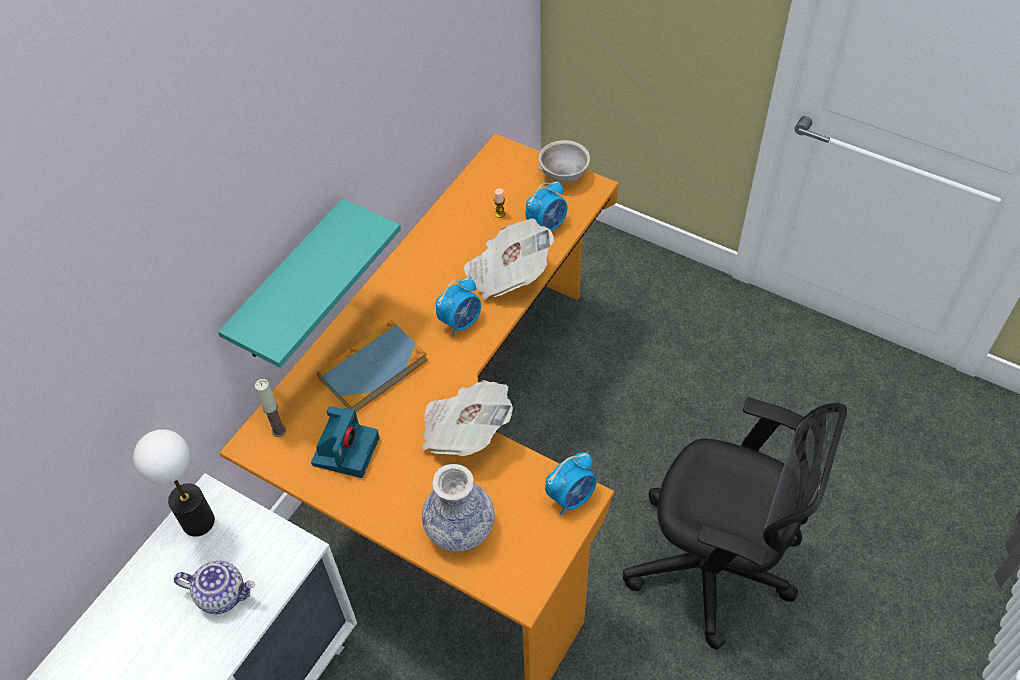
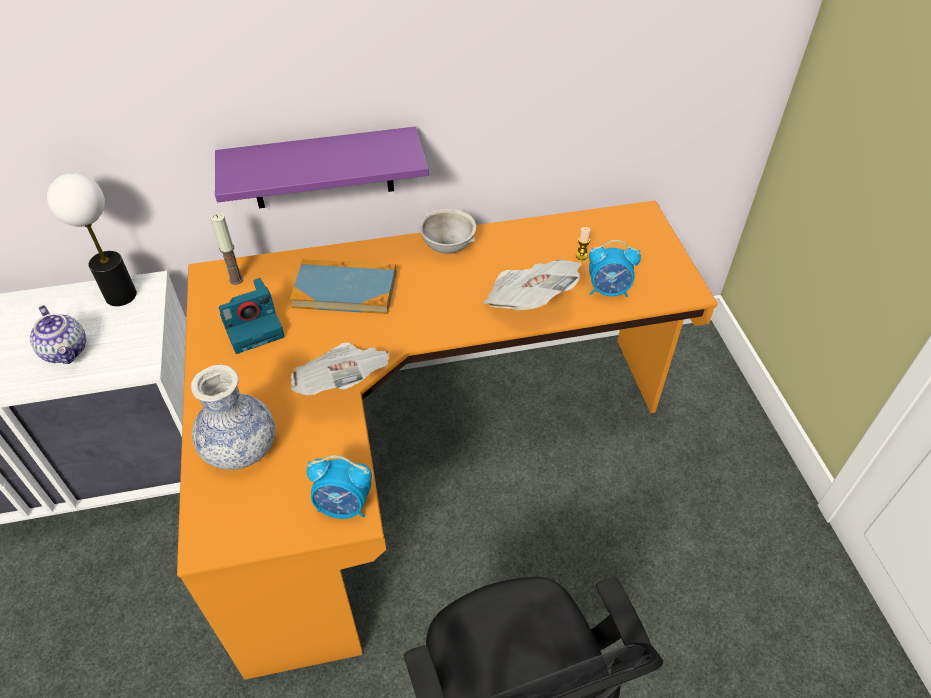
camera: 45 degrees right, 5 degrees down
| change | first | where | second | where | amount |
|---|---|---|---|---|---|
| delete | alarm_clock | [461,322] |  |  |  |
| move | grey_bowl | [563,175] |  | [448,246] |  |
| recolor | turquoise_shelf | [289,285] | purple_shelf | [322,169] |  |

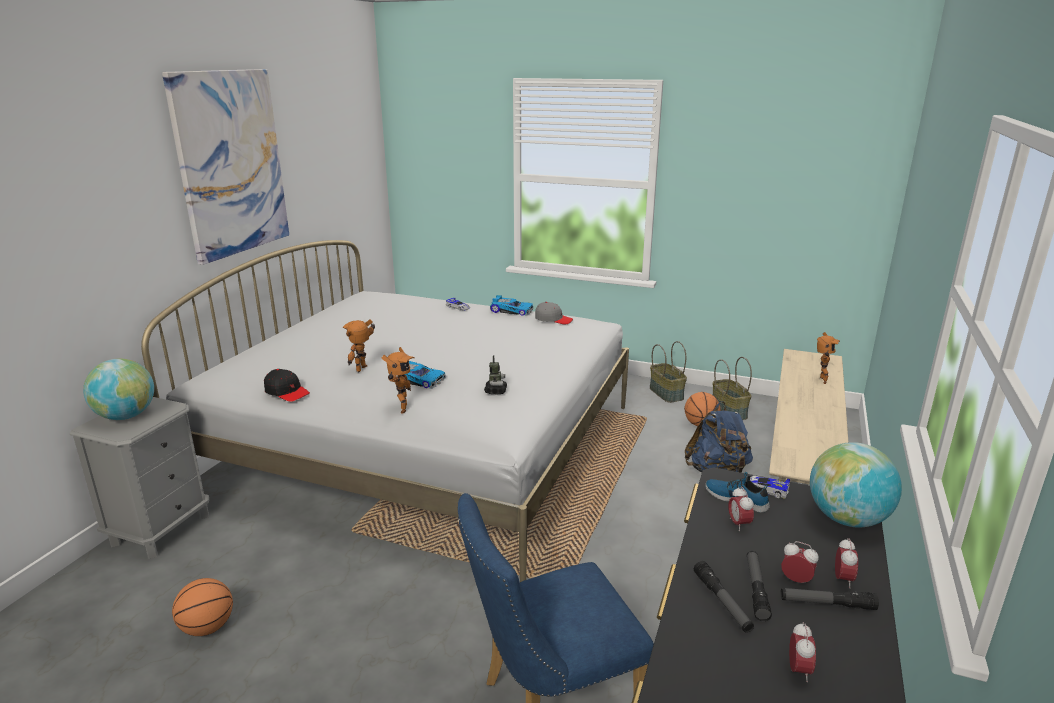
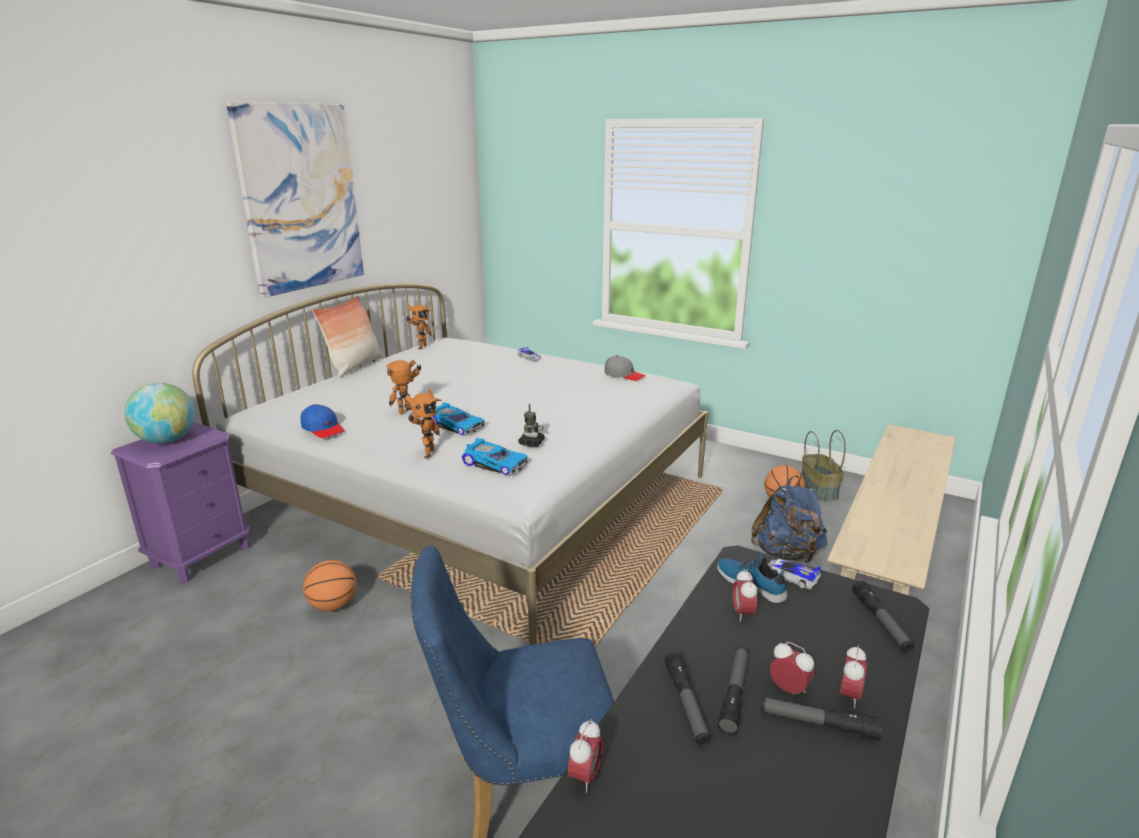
camera: 10 degrees right, 0 degrees up
| change | first | where | second | where | amount |
|---|---|---|---|---|---|
| delete | basket | [667,393] |  |  |  |
| insert |  |  | pillow | [354,366] |  |
| move | basketball | [207,627] |  | [333,605] |  |
| move | toy_car | [512,310] |  | [496,463] |  |
| move | alarm_clock | [798,670] |  | [585,776] |  |
| move | toy_robot | [821,380] |  | [420,347] |  |
| replace | globe | [847,519] | flashlight | [881,622] |  |
| recolor | grey_nightstand | [161,529] | purple_nightstand | [201,556] |  |
| recolor | black_cap | [287,392] | blue_cap | [323,428] |  |

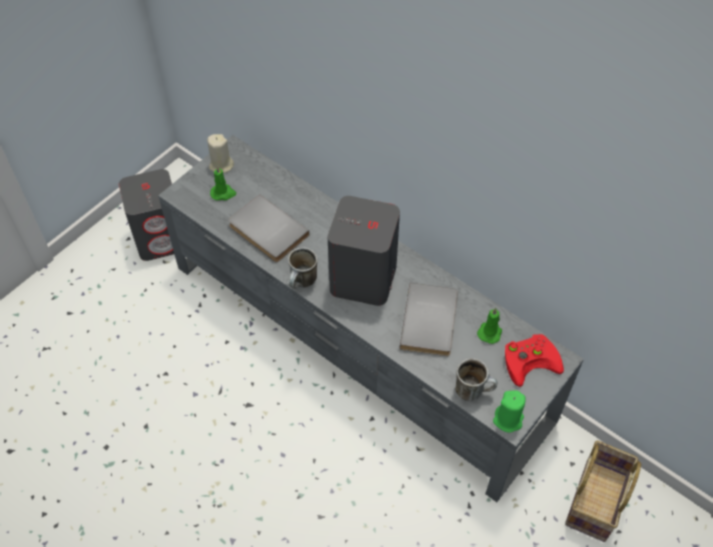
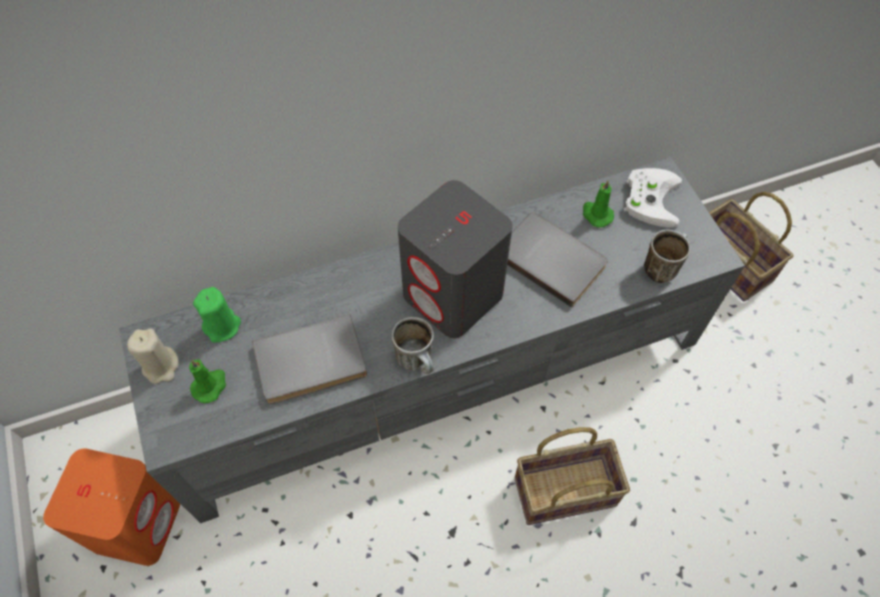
camera: 60 degrees left, 5 degrees up
| change | first | where | second | where | amount |
|---|---|---|---|---|---|
| insert |  |  | basket | [566,489] |  |
| move | green_candle | [508,419] |  | [222,326] |  |
| recolor | grey_speaker | [161,238] | orange_speaker | [137,523] |  |
| recolor | red_game_controller | [531,359] | white_game_controller | [649,198] |  |

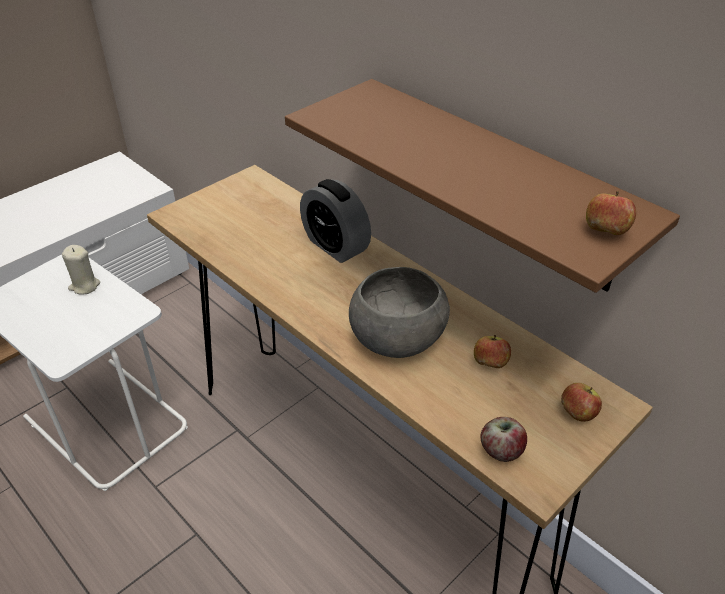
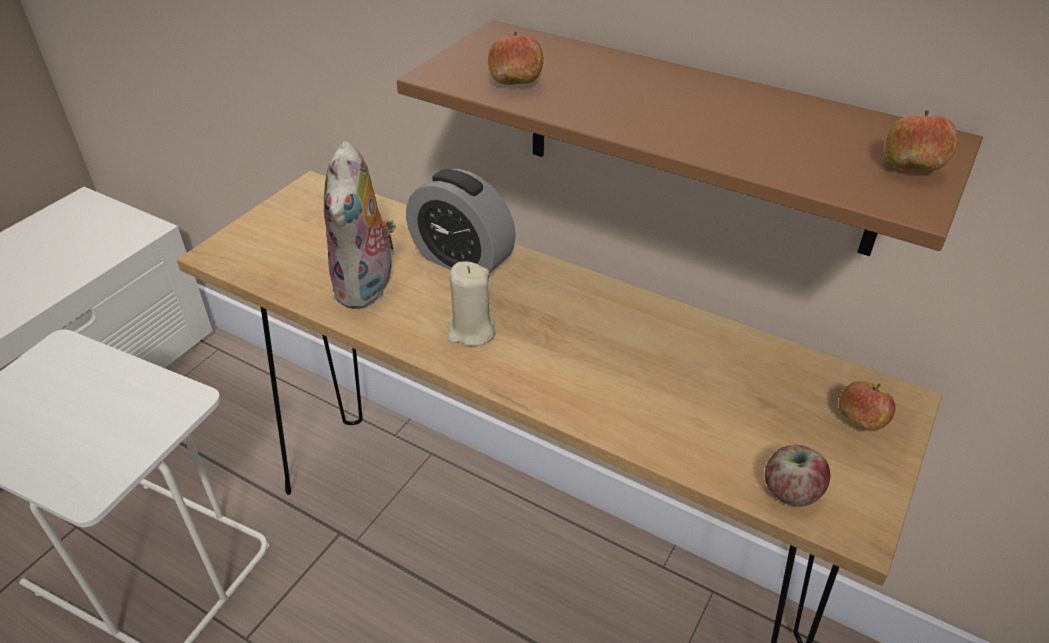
camera: 15 degrees left, 0 degrees up
| change | first | where | second | where | amount |
|---|---|---|---|---|---|
| delete | grey_bowl | [397,336] |  |  |  |
| insert |  |  | plush_toy | [368,287] |  |
| move | beige_candle | [84,286] |  | [471,331] |  |
| move | apple | [490,363] |  | [515,84] |  |

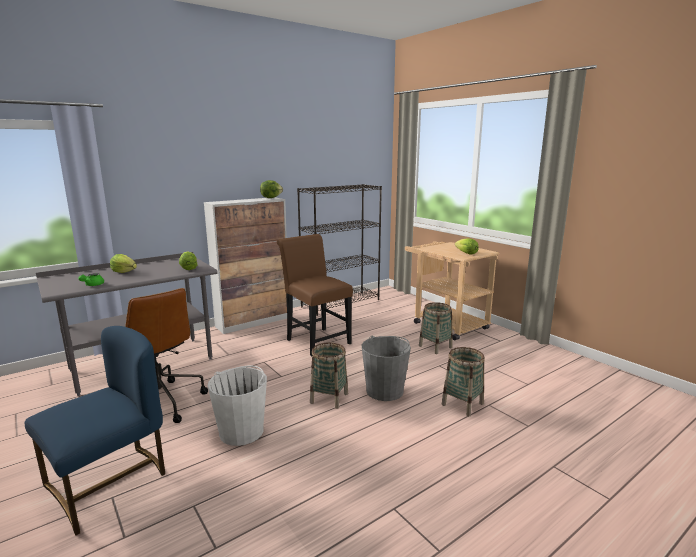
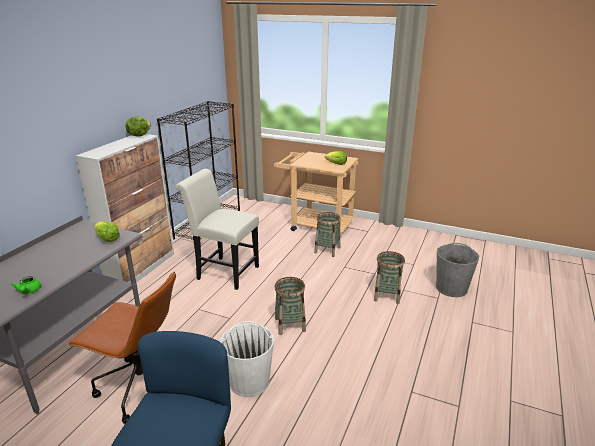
camera: 30 degrees left, 10 degrees up
| change | first | where | second | where | amount |
|---|---|---|---|---|---|
| delete | lettuce | [124,272] |  |  |  |
| move | grey_bucket | [385,390] |  | [451,288] |  |
| recolor | brown_chair | [315,340] | white_chair | [224,272] |  |

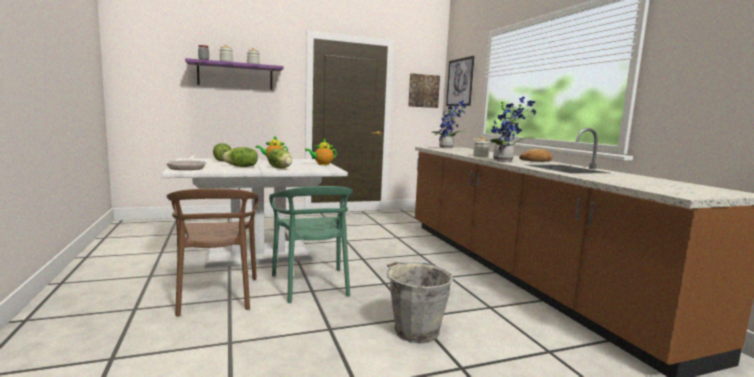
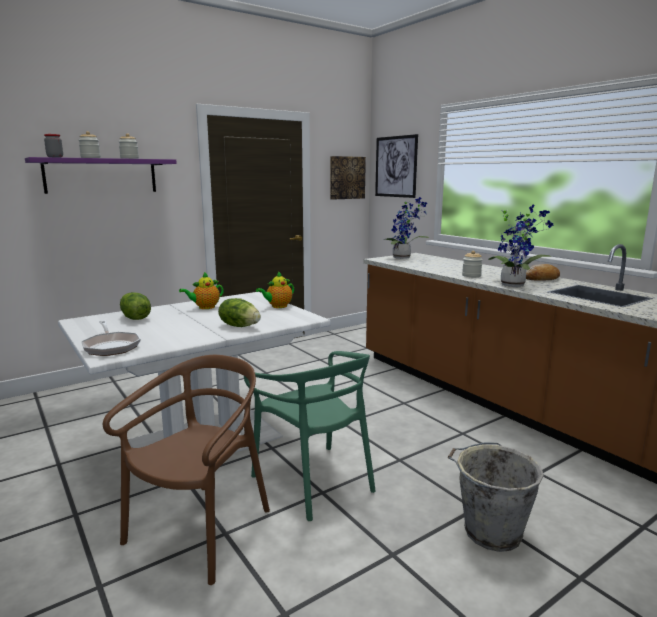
camera: 15 degrees left, 5 degrees up
| change | first | where | second | where | amount |
|---|---|---|---|---|---|
| delete | lettuce | [241,167] |  |  |  |
| rotate | brown_chair | [216,295] |  | [201,530] | 120 degrees counterclockwise |

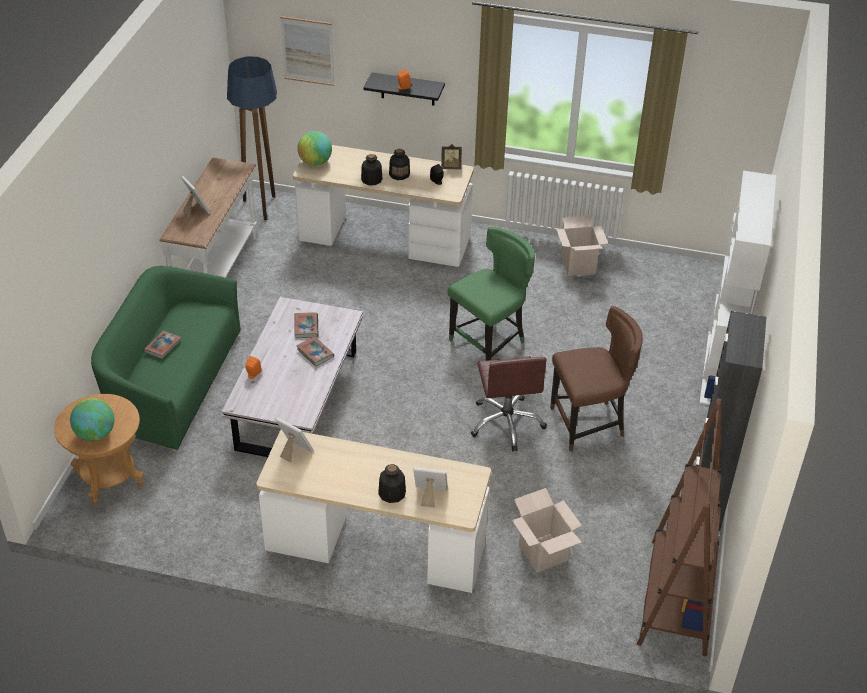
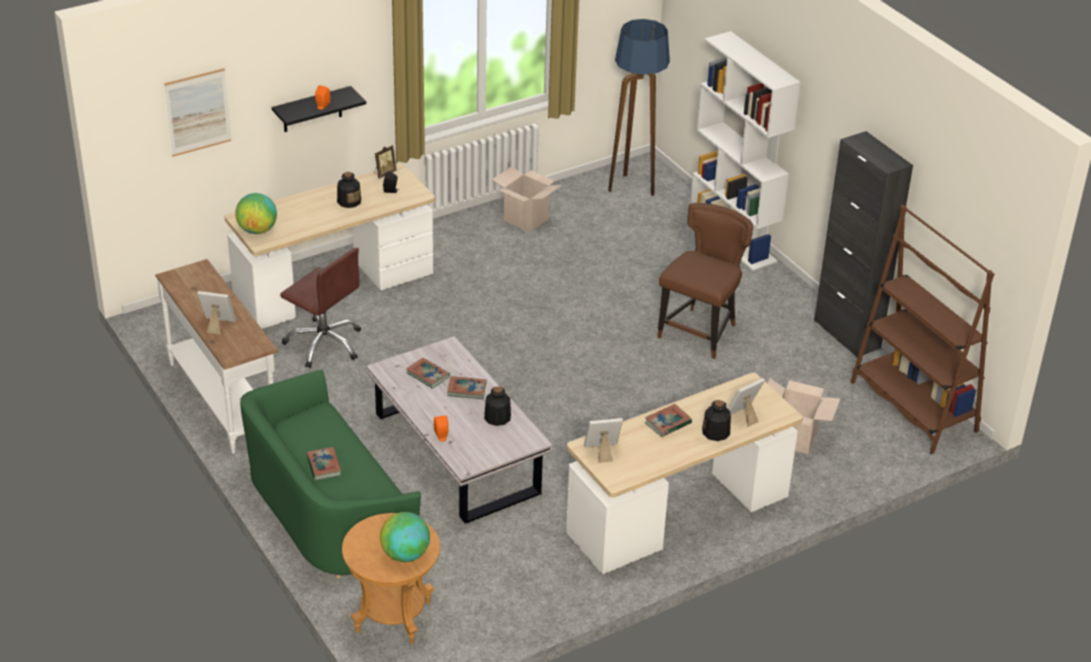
camera: 45 degrees left, 5 degrees down
| change | first | where | second | where | amount |
|---|---|---|---|---|---|
| delete | green_chair | [489,342] |  |  |  |
| insert |  |  | book | [668,423] |  |
| move | floor_lamp | [262,208] |  | [633,188] |  |
| move | bottle | [371,180] |  | [497,418] |  |
| move | brown_office_chair | [507,423] |  | [324,343] |  |

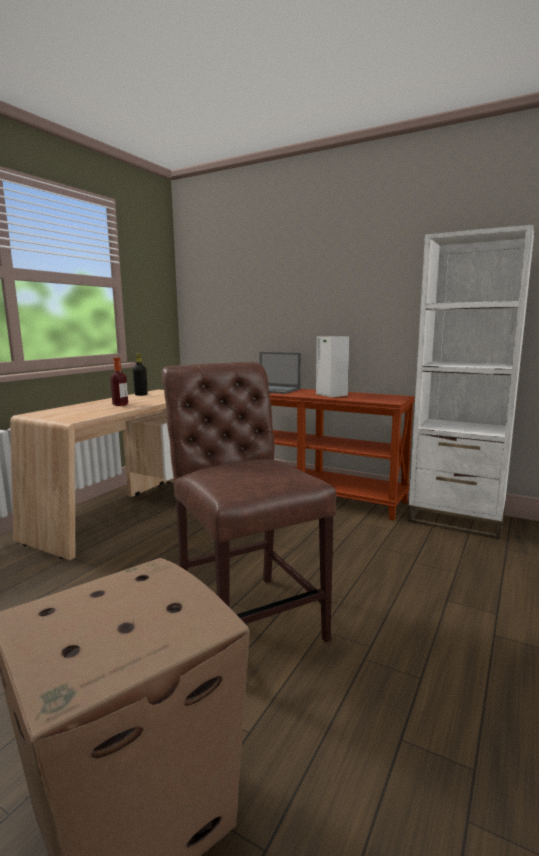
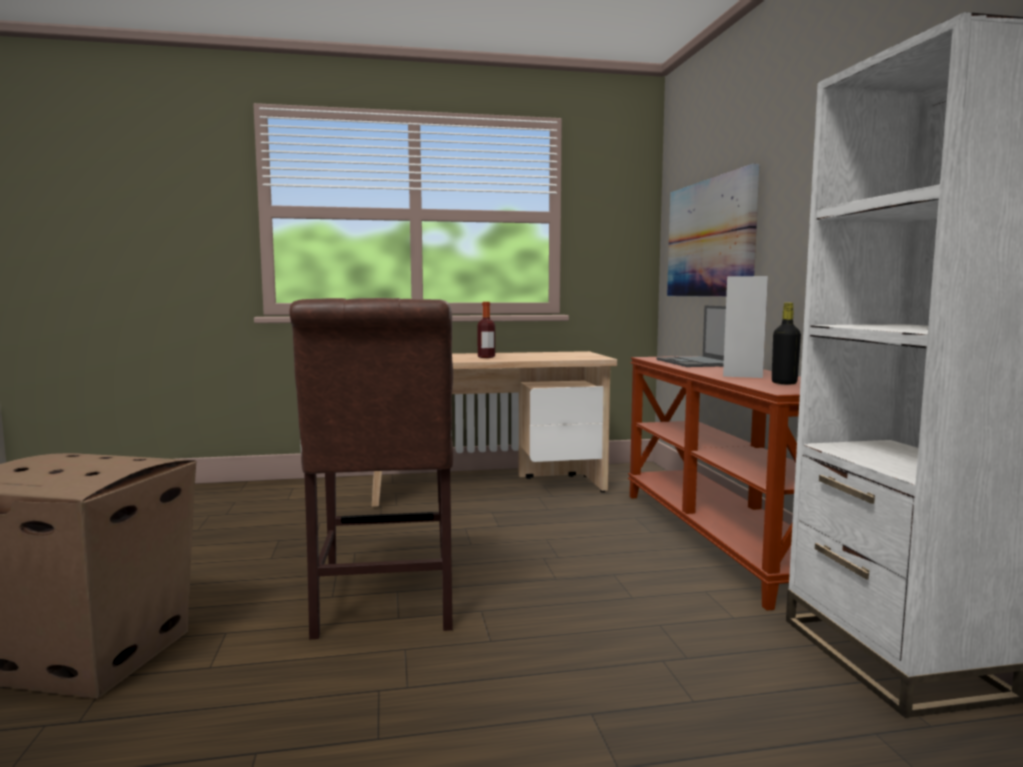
camera: 50 degrees right, 5 degrees down
| change | first | where | second | where | amount |
|---|---|---|---|---|---|
| insert |  |  | picture | [710,238] |  |
| move | black_bottle | [141,395] |  | [784,383] |  |
| rotate | brown_chair | [247,615] |  | [383,603] | 150 degrees clockwise |

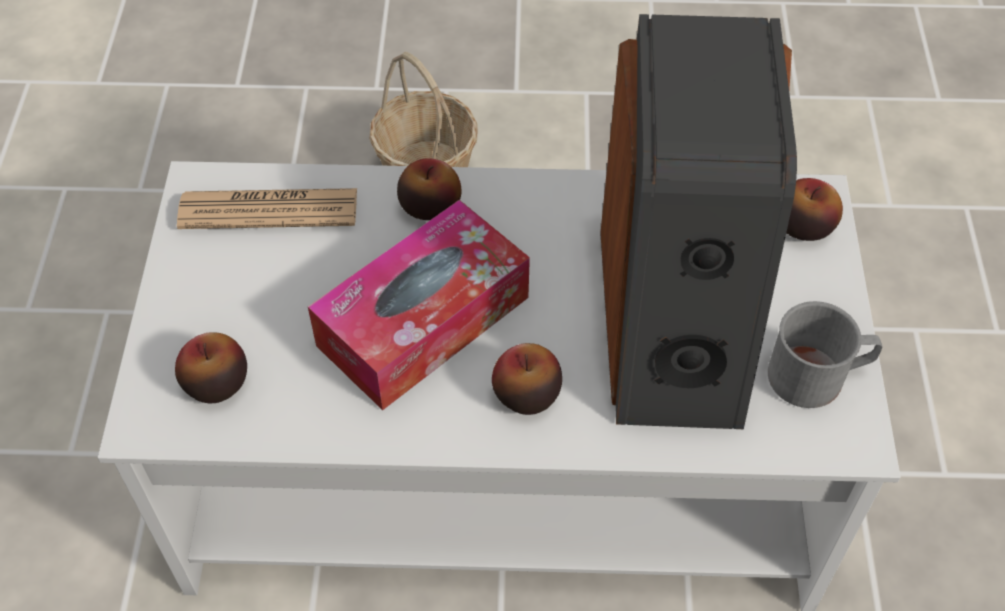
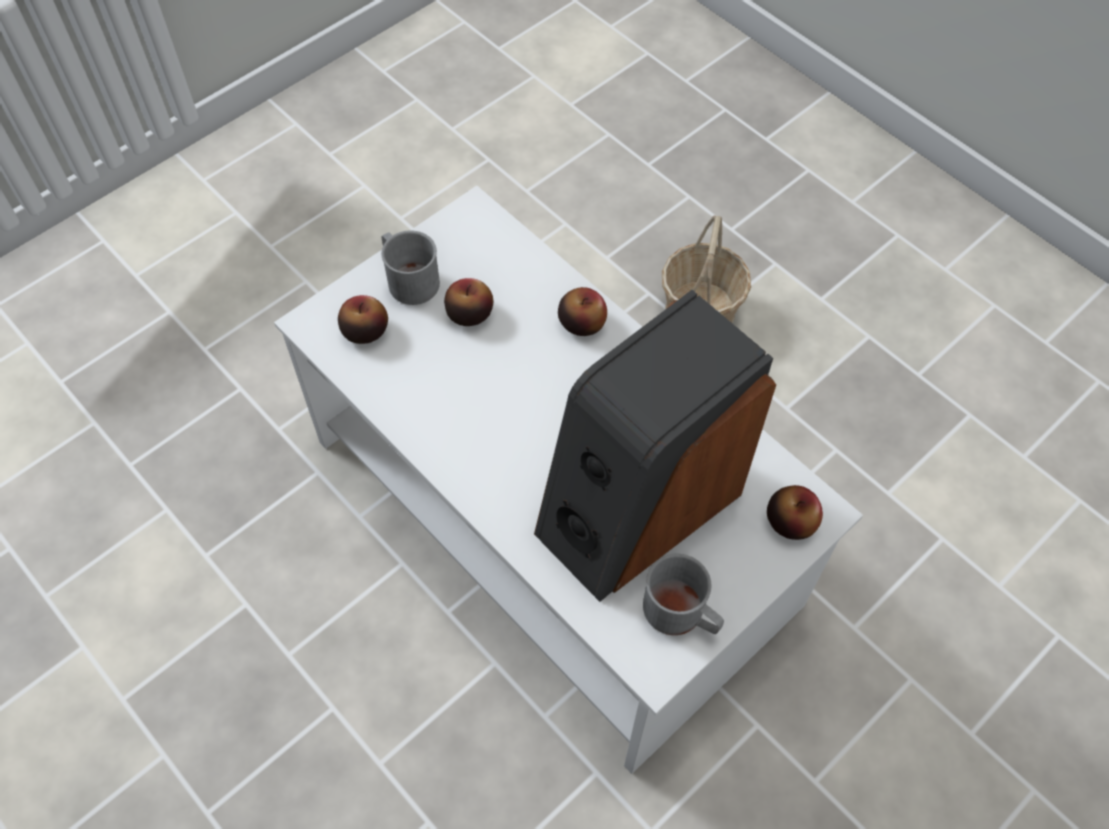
camera: 45 degrees right, 5 degrees up
| change | first | where | second | where | amount |
|---|---|---|---|---|---|
| delete | newspaper | [269,210] |  |  |  |
| delete | tissue_box | [423,321] |  |  |  |
| insert |  |  | grey_mug | [408,279] |  |
| move | apple | [526,393] |  | [469,313] |  |

